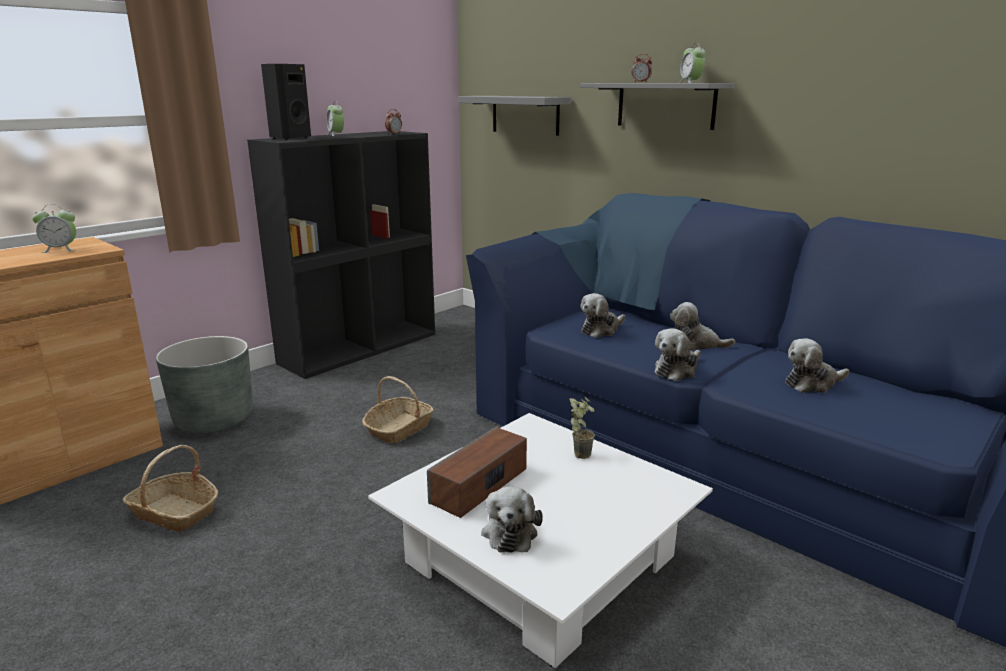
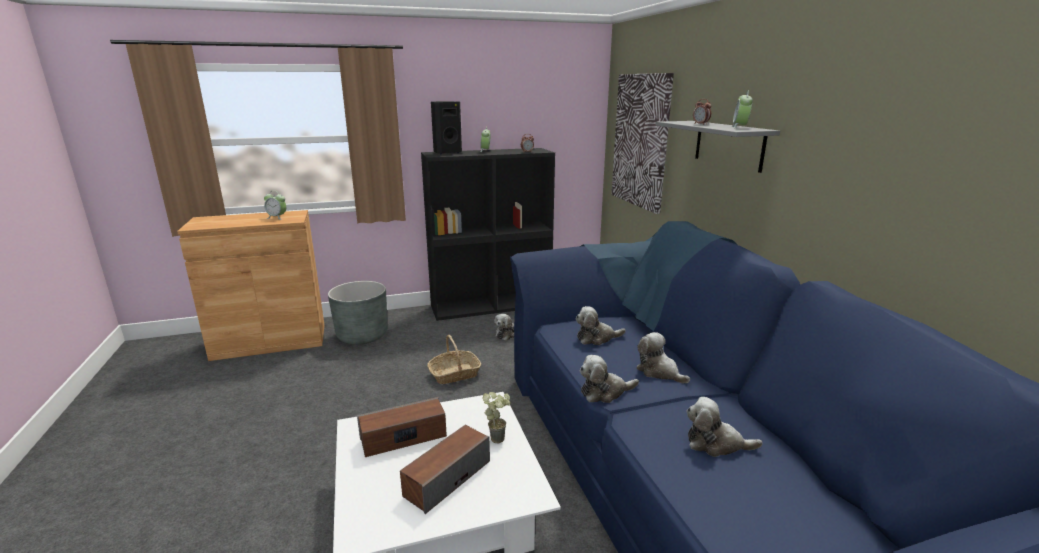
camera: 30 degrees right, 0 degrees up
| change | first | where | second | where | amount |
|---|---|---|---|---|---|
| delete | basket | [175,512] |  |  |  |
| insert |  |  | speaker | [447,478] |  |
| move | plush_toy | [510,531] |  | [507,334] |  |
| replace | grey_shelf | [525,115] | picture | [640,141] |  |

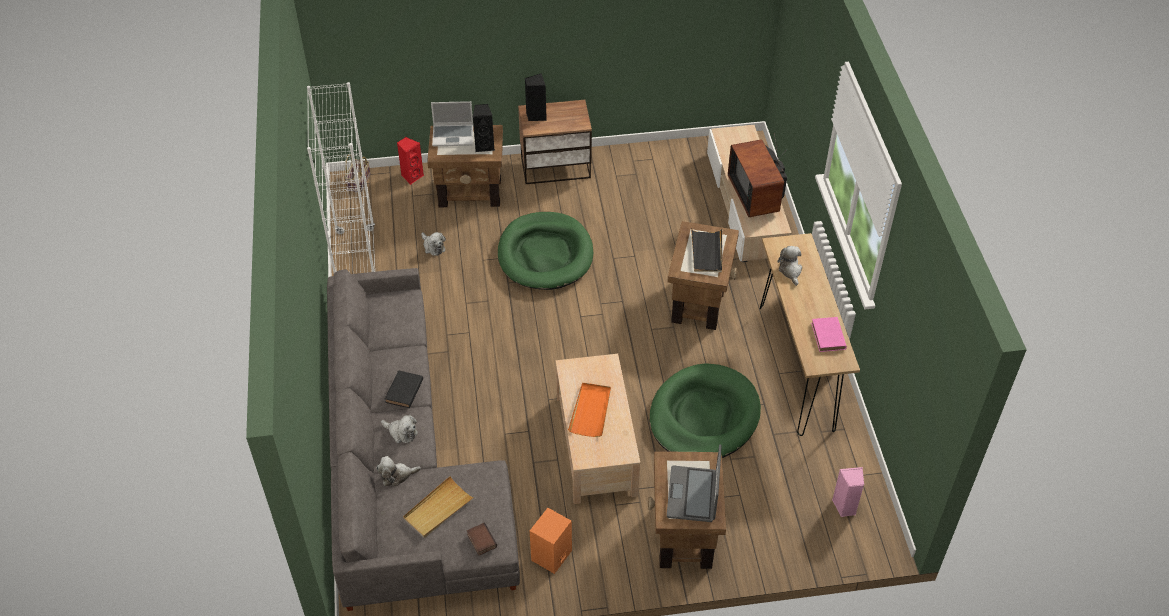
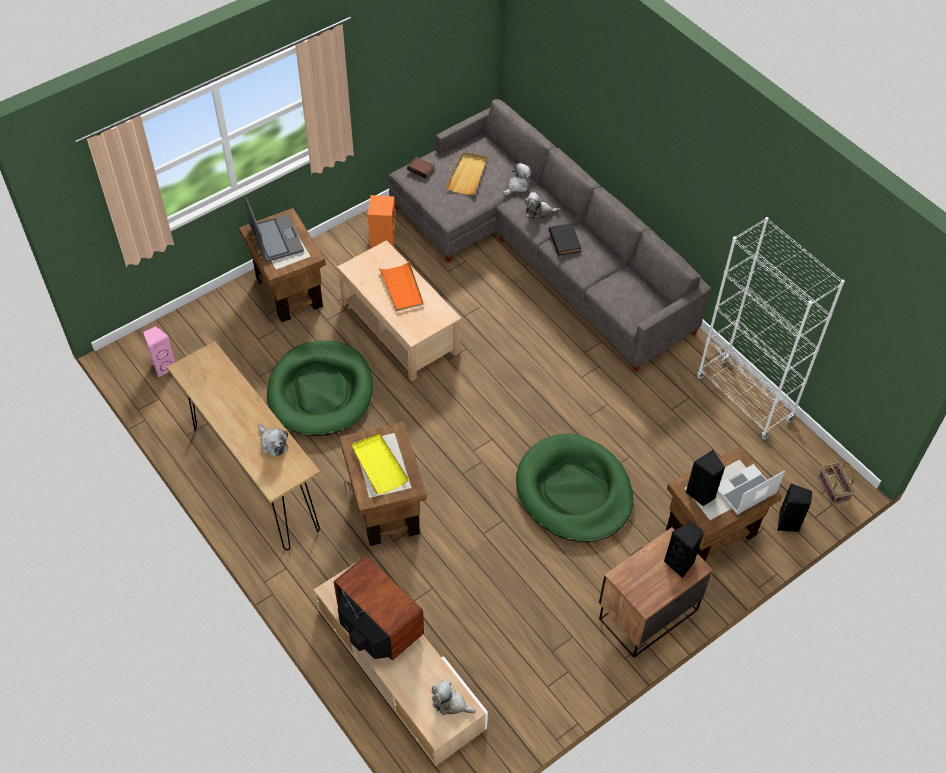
camera: 150 degrees right, 5 degrees up
| change | first | where | second | where | amount |
|---|---|---|---|---|---|
| delete | pink_book | [828,337] |  |  |  |
| move | plush_toy | [433,247] |  | [450,703] |  |
| recolor | red_speaker | [411,176] | black_speaker | [788,523] |  |
| recolor | black_tray | [707,252] | yellow_tray | [378,465] |  |

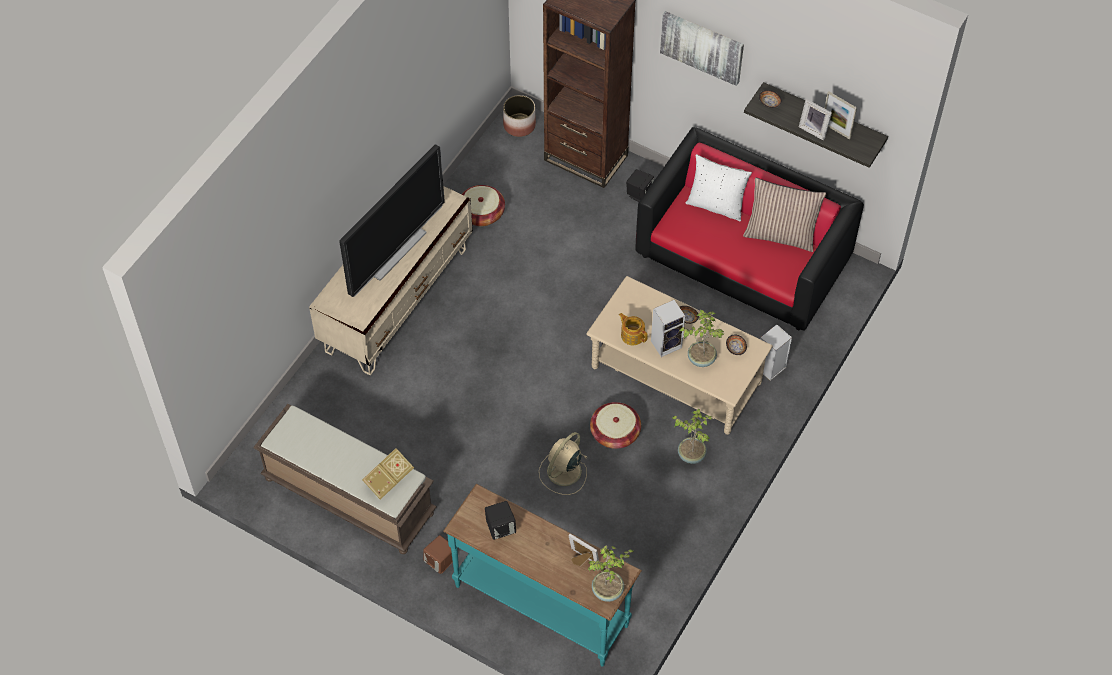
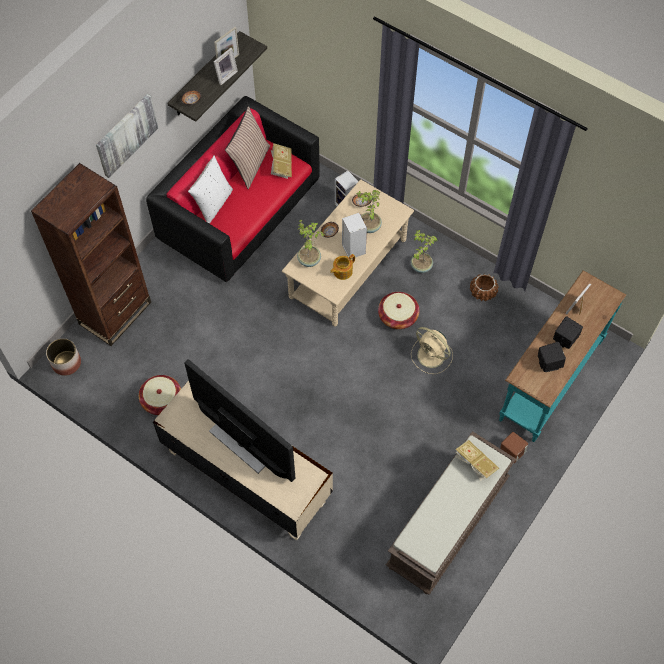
camera: 85 degrees left, 5 degrees up
| change | first | where | second | where | amount |
|---|---|---|---|---|---|
| insert |  |  | book | [281,166] |  |
| insert |  |  | brown_planter | [483,292] |  |
| move | potted_plant | [608,591] |  | [309,259] |  |
| move | black_speaker | [639,194] |  | [564,339] |  |

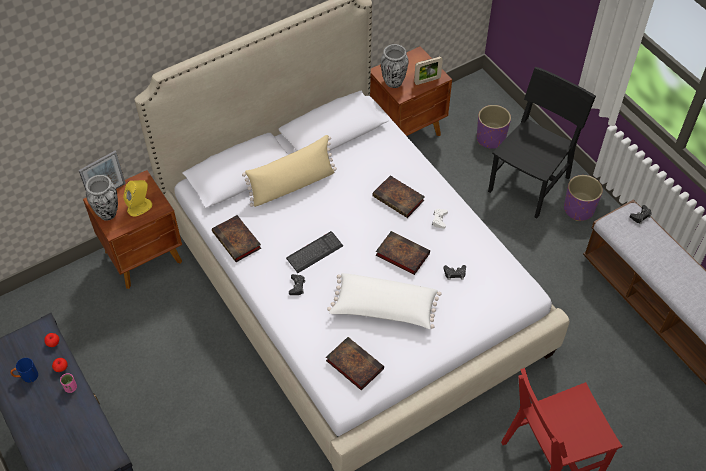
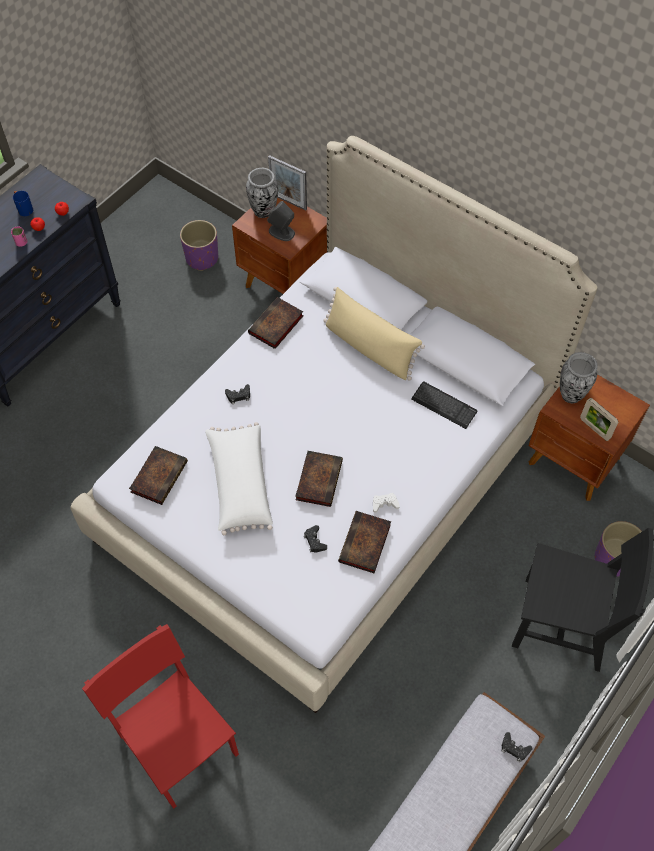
camera: 70 degrees right, 5 degrees up
| change | first | where | second | where | amount |
|---|---|---|---|---|---|
| move | keyboard | [314,253] |  | [444,406] |  |
| move | book | [399,199] |  | [365,545] |  |
| move | purple_planter | [579,209] |  | [202,258] |  |
| recolor | yellow_speaker | [140,207] | grey_speaker | [282,232] |  |

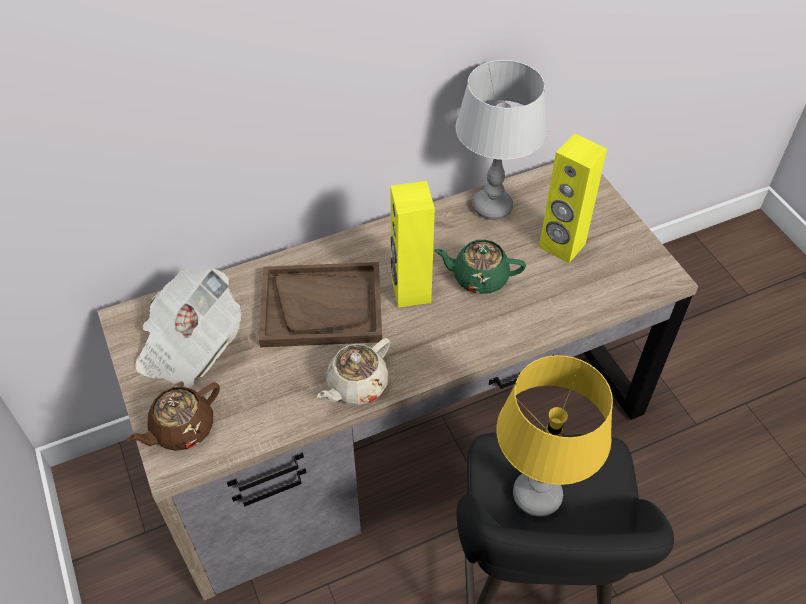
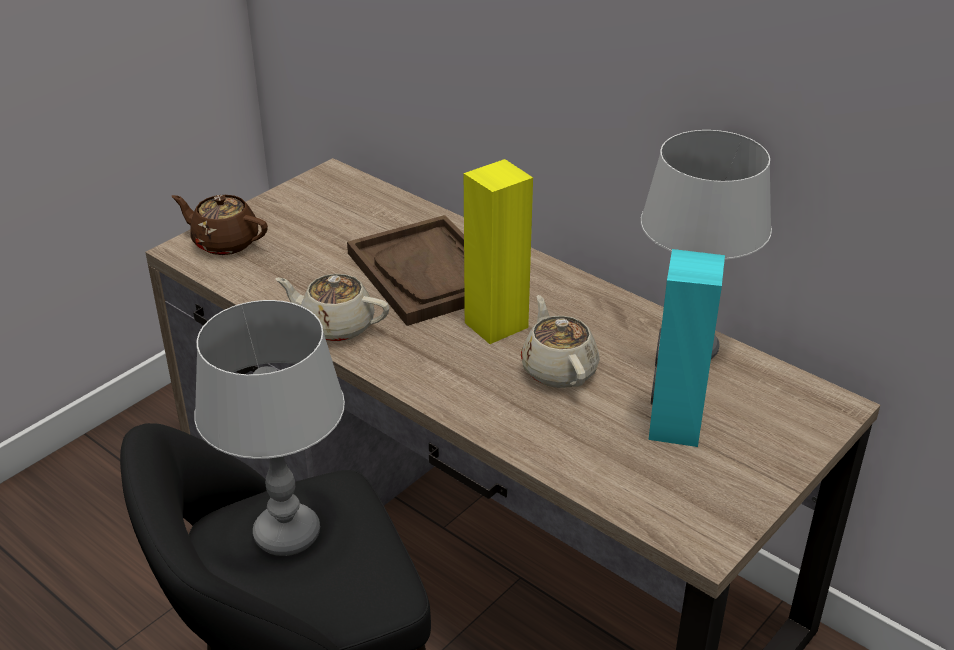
camera: 65 degrees right, 15 degrees down
| change | first | where | second | where | amount |
|---|---|---|---|---|---|
| delete | newspaper | [190,346] |  |  |  |
| recolor | green_teapot | [479,277] | beige_teapot | [558,369] |  |
| recolor | yellow_table_lamp | [536,495] | grey_table_lamp | [288,534] |  |
| recolor | yellow_speaker | [561,246] | turquoise_speaker | [674,425] |  |

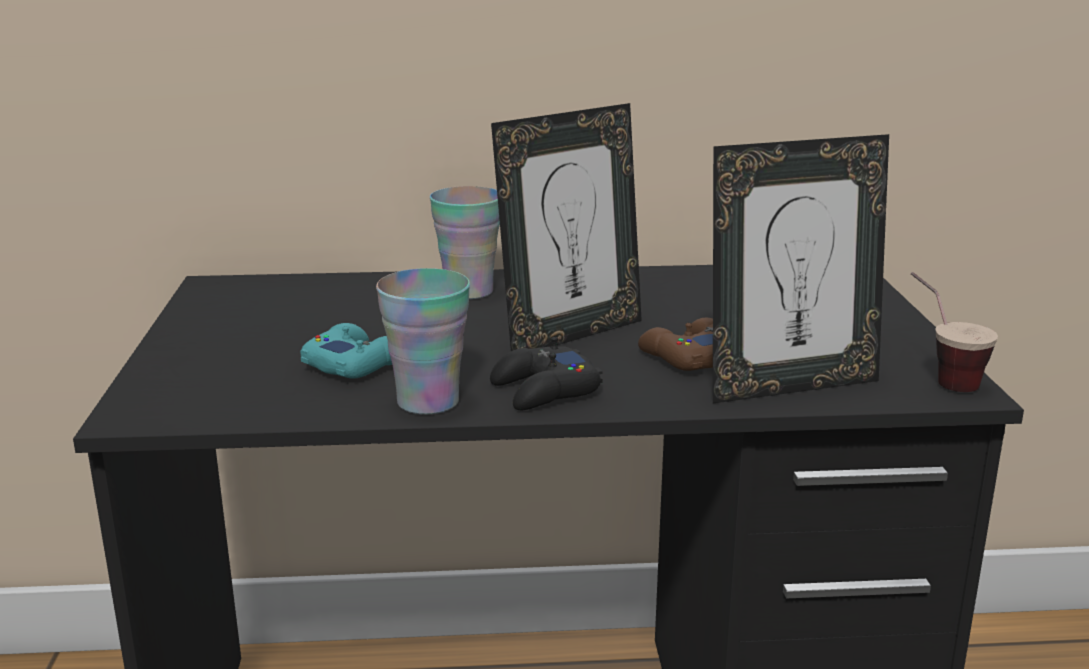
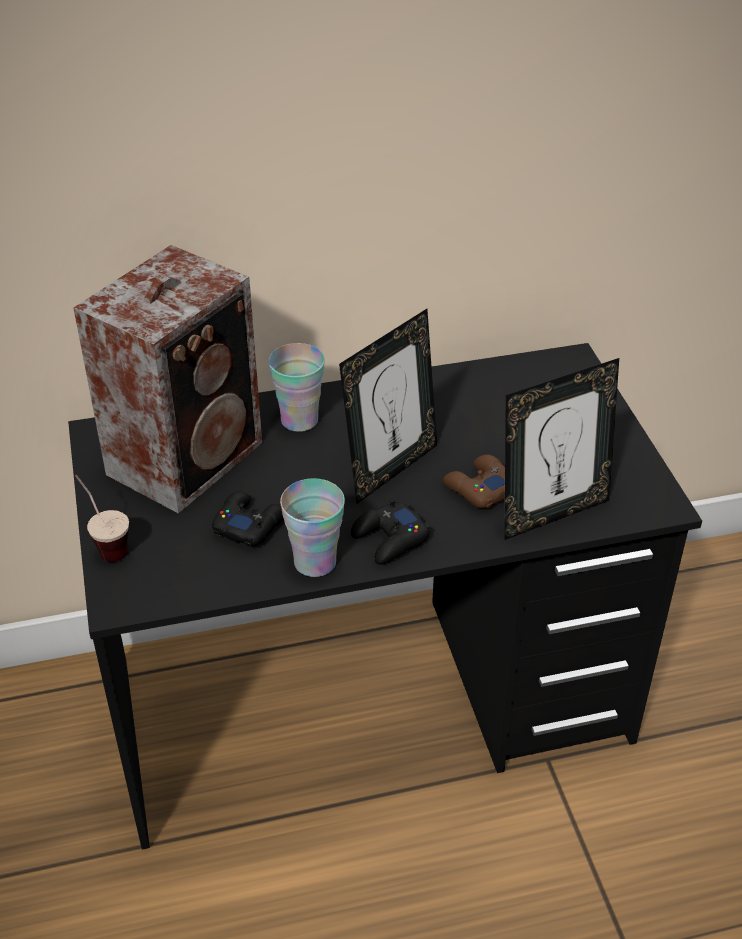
camera: 10 degrees left, 20 degrees up
| change | first | where | second | where | amount |
|---|---|---|---|---|---|
| insert |  |  | speaker | [190,456] |  |
| move | cup | [939,377] |  | [105,544] |  |
| recolor | turquoise_game_controller | [356,364] | black_game_controller | [249,524] |  |

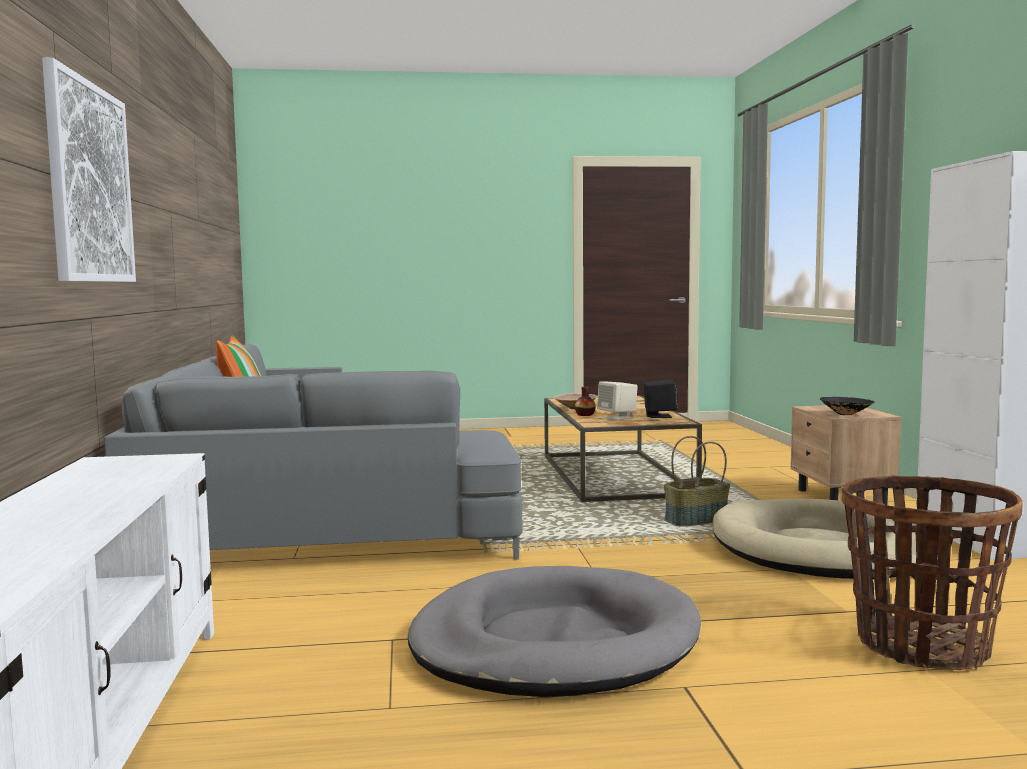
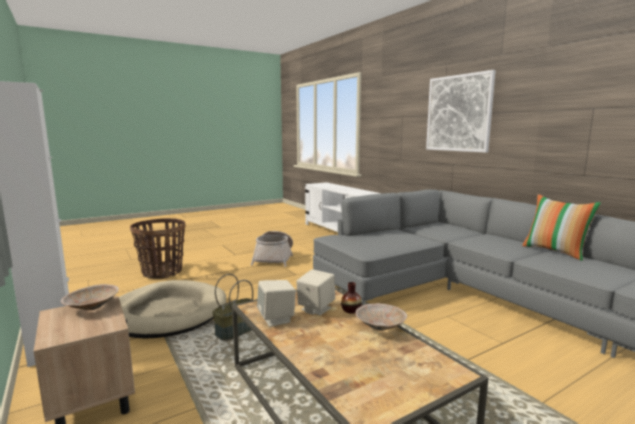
camera: 155 degrees right, 5 degrees up
| change | first | where | second | where | amount |
|---|---|---|---|---|---|
| replace | grey_dog_bed | [554,642] | basket | [274,258] |  |
| recolor | black_speaker | [659,416] | beige_speaker | [276,319] |  |
| recolor | black_bowl | [847,414] | beige_bowl | [91,307] |  |

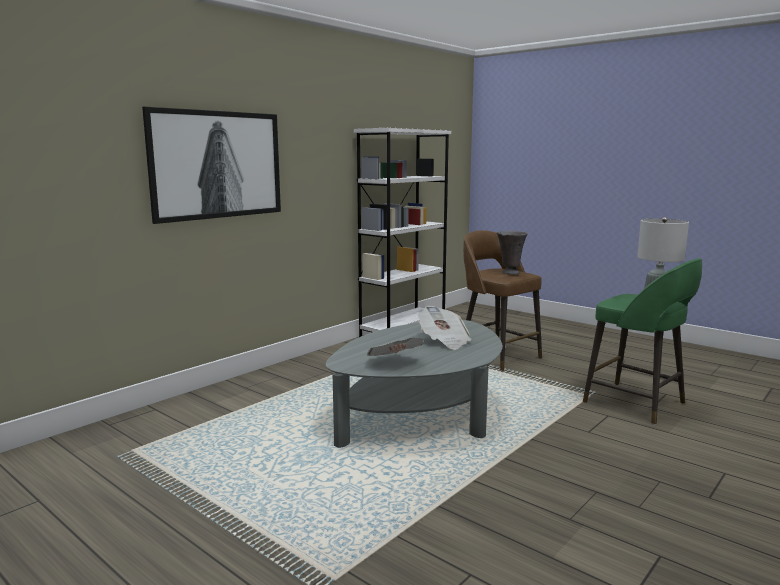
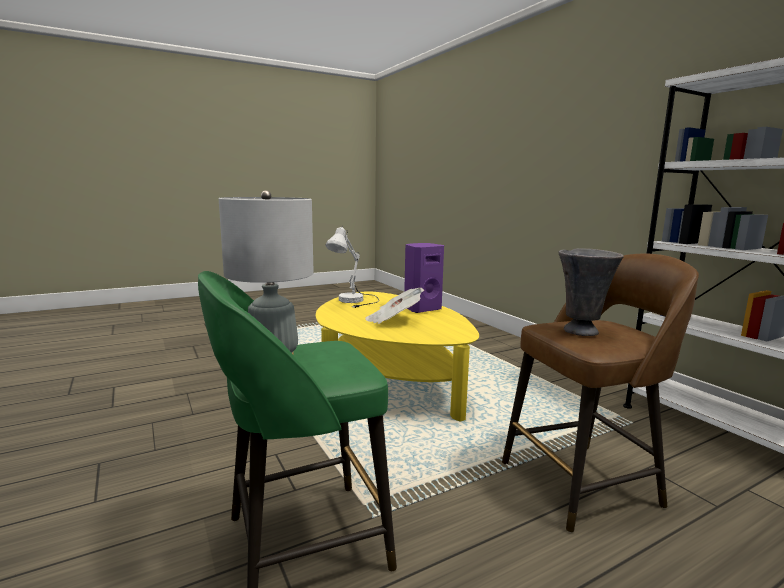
camera: 110 degrees right, 0 degrees up
| change | first | where | second | where | amount |
|---|---|---|---|---|---|
| delete | picture | [217,165] |  |  |  |
| insert |  |  | purple_speaker | [421,309] |  |
| replace | newspaper | [394,363] | white_table_lamp | [355,302] |  |
| recolor | grey_coffee_table | [421,416] | yellow_coffee_table | [389,382] |  |

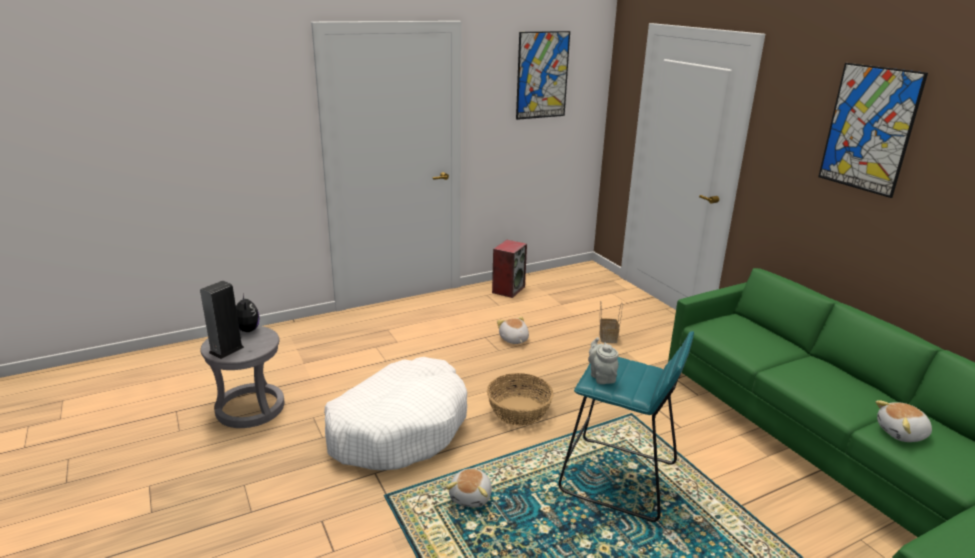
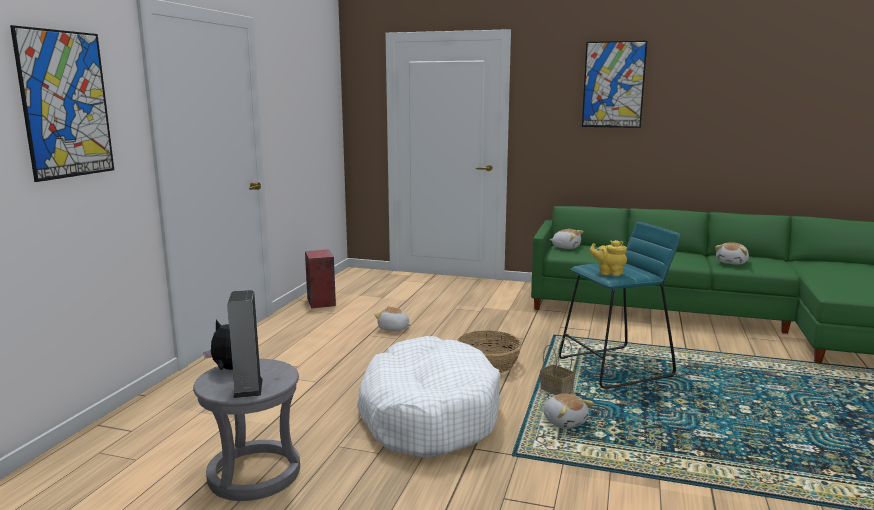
camera: 45 degrees left, 10 degrees down
| change | first | where | second | where | amount |
|---|---|---|---|---|---|
| insert |  |  | plush_toy | [566,247] |  |
| move | picture | [542,75] |  | [66,104] |  |
| move | basket | [607,337] |  | [555,390] |  |
| recolor | grey_teapot | [601,376] | yellow_teapot | [608,273] |  |

